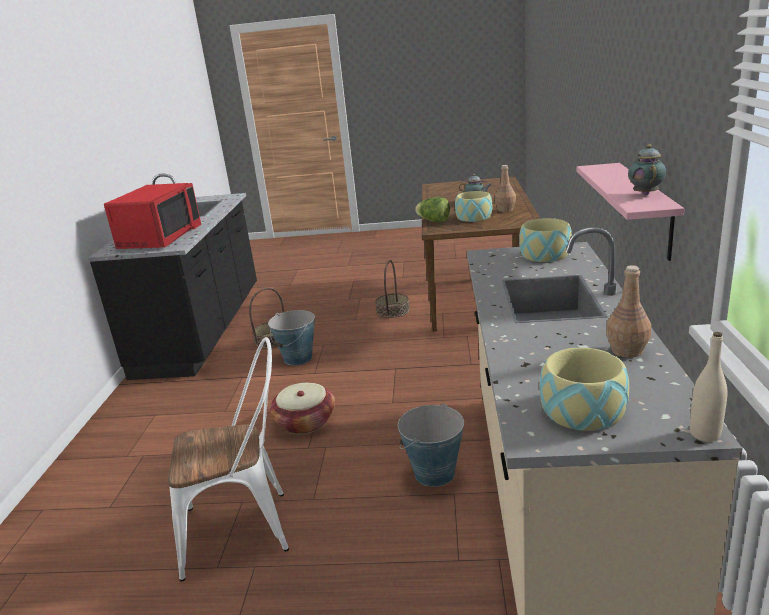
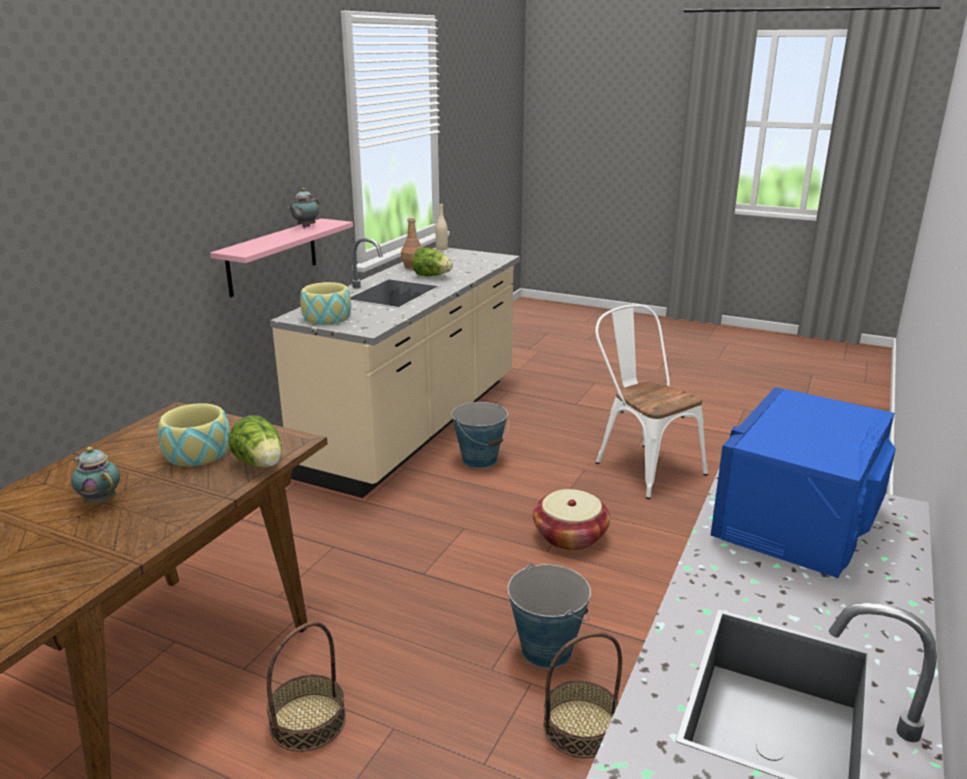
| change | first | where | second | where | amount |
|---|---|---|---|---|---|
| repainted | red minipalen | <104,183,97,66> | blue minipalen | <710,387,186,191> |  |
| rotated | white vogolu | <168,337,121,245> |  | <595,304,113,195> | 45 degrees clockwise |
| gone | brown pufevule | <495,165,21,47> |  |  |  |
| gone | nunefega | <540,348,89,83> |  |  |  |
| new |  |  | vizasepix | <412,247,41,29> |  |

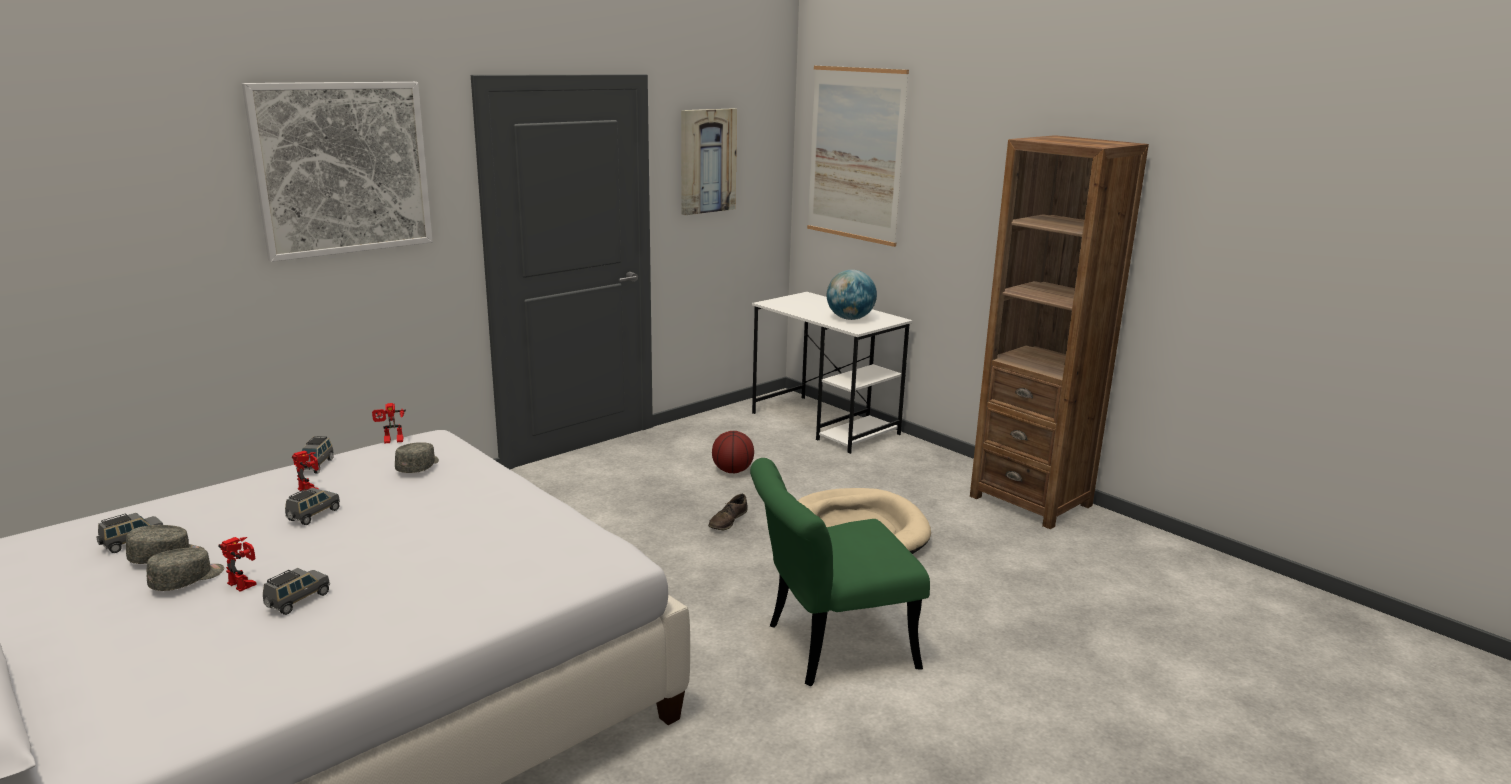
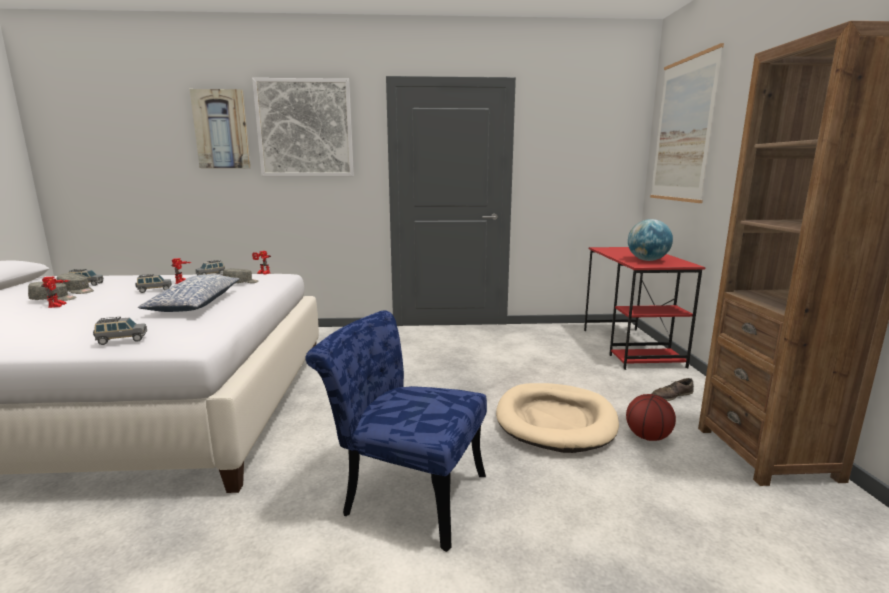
| change | first | where | second | where | amount |
|---|---|---|---|---|---|
| shifted | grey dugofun | <263,568,67,47> |  | <93,317,54,28> |  |
| shifted | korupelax | <681,108,56,107> |  | <190,89,61,79> |  |
| shifted | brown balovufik | <708,494,40,36> |  | <652,378,42,23> |  |
| shifted | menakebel | <712,431,42,42> |  | <626,394,50,47> |  |
| repainted | green vogolu | <750,458,180,228> | blue vogolu | <305,311,182,241> |  |
| repainted | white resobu | <752,292,161,162> | red resobu | <584,247,122,123> |  |
| new |  |  | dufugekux | <138,275,102,37> |  |

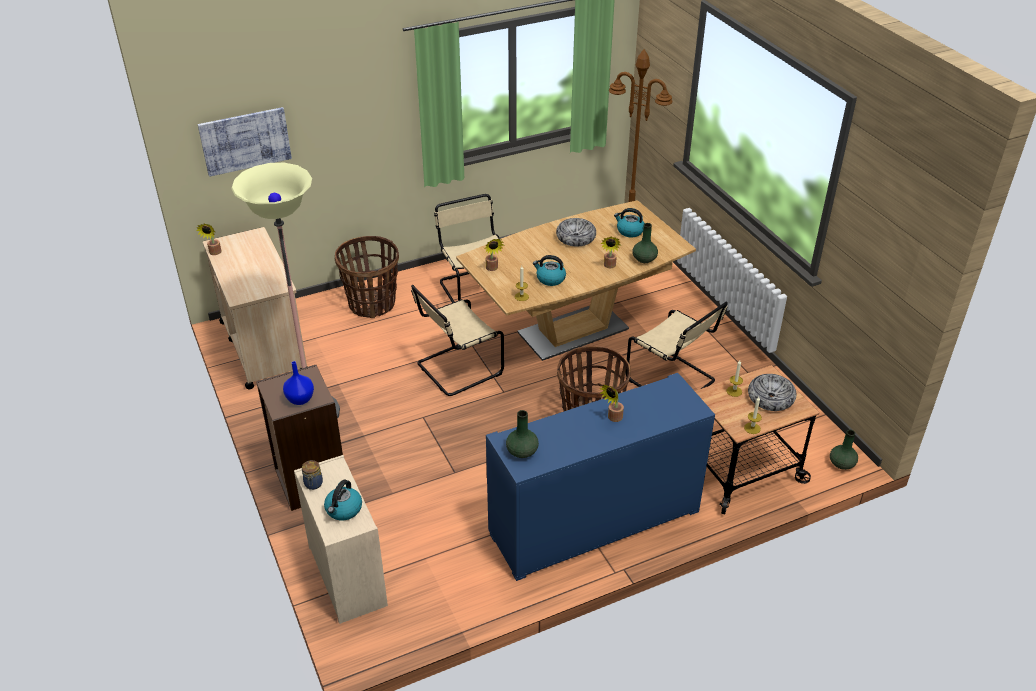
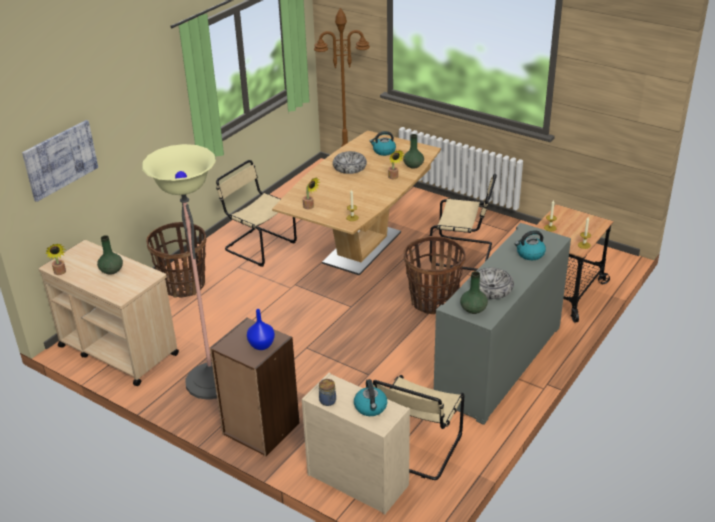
| change | first | where | second | where | amount |
|---|---|---|---|---|---|
| shifted | beige vogolu | <411,285,93,111> |  | <373,375,91,105> |  |
| repainted | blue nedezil | <486,373,229,208> | grey nedezil | <434,223,137,202> |  |
| shifted | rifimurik | <533,255,33,31> |  | <515,230,31,30> |  |
| gone | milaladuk | <600,384,24,38> |  |  |  |
| shifted | nunefega | <748,374,48,37> |  | <477,268,37,31> |  |
| shifted | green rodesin | <830,430,28,40> |  | <97,235,26,40> |  |

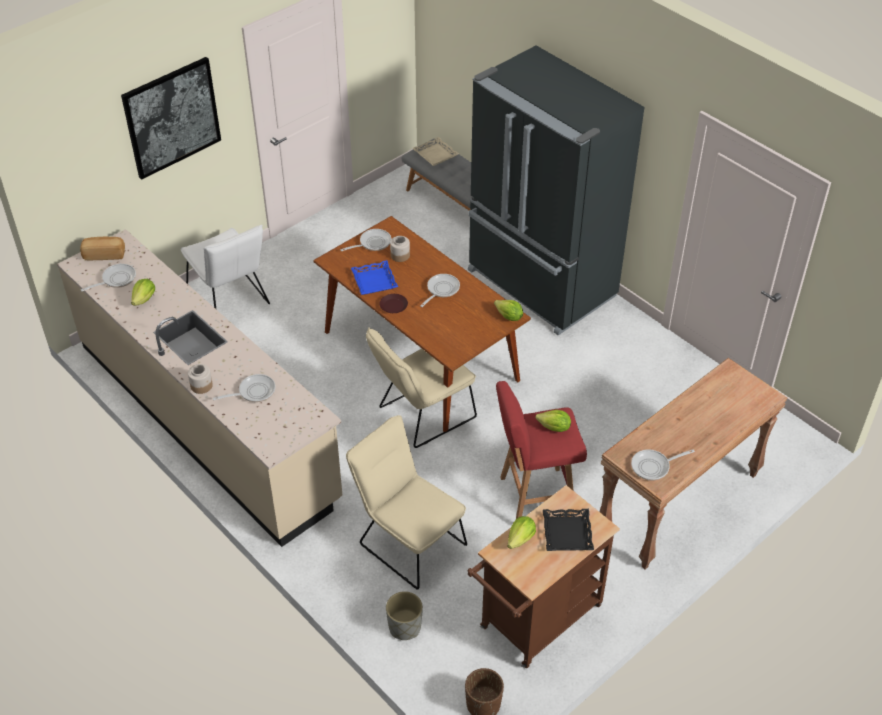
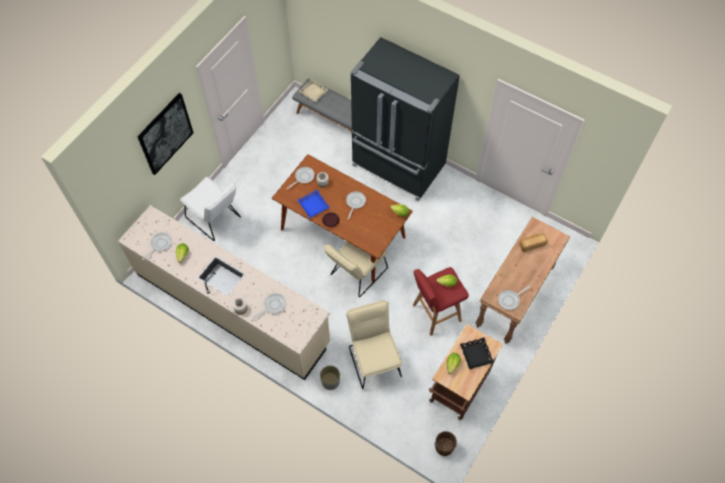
| change | first | where | second | where | amount |
|---|---|---|---|---|---|
| shifted | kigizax | <80,237,45,23> |  | <519,233,29,19> |  |
| rotated | beige vogolu | <346,415,121,175> |  | <346,300,56,89> | 45 degrees clockwise |
| shifted | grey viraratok | <386,591,37,49> |  | <320,366,20,24> |  |

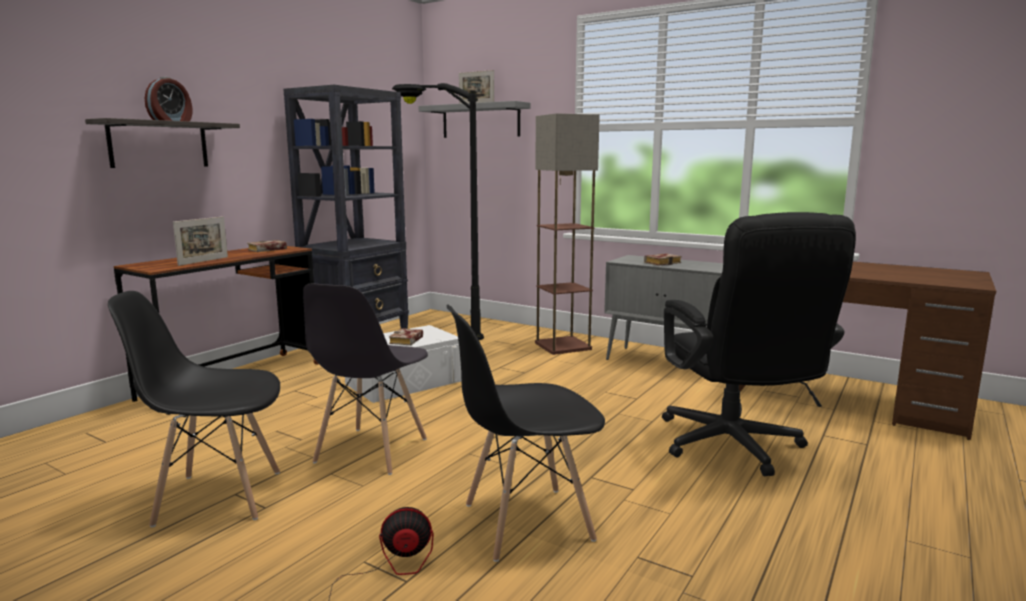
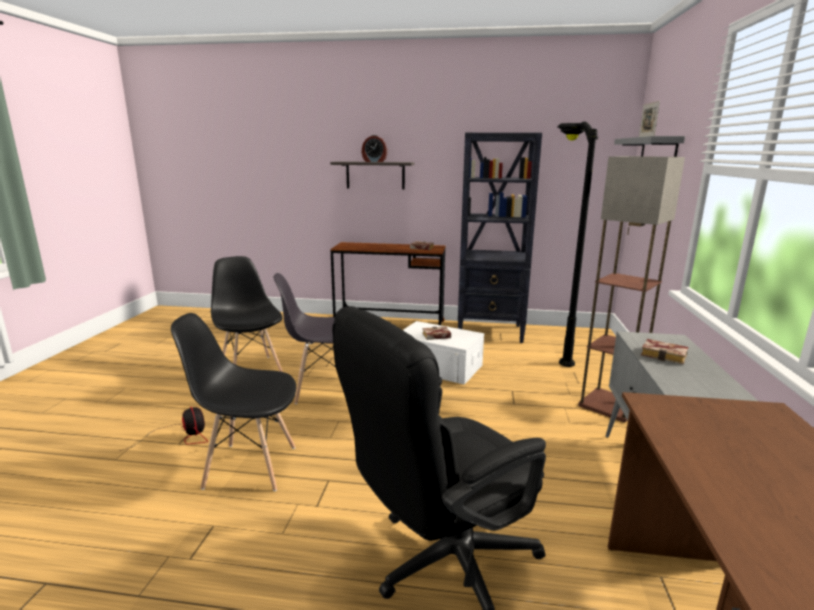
| change | first | where | second | where | amount |
|---|---|---|---|---|---|
| gone | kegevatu | <173,216,55,50> |  |  |  |
| rotated | black vogolu | <446,305,159,257> |  | <171,313,125,178> | 45 degrees counterclockwise |

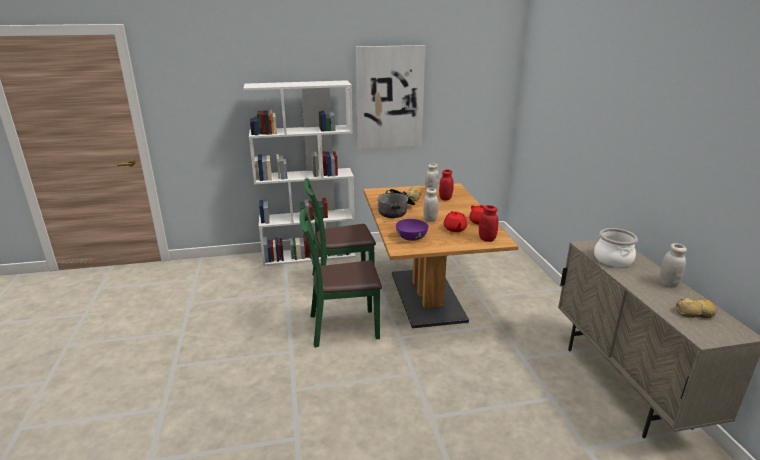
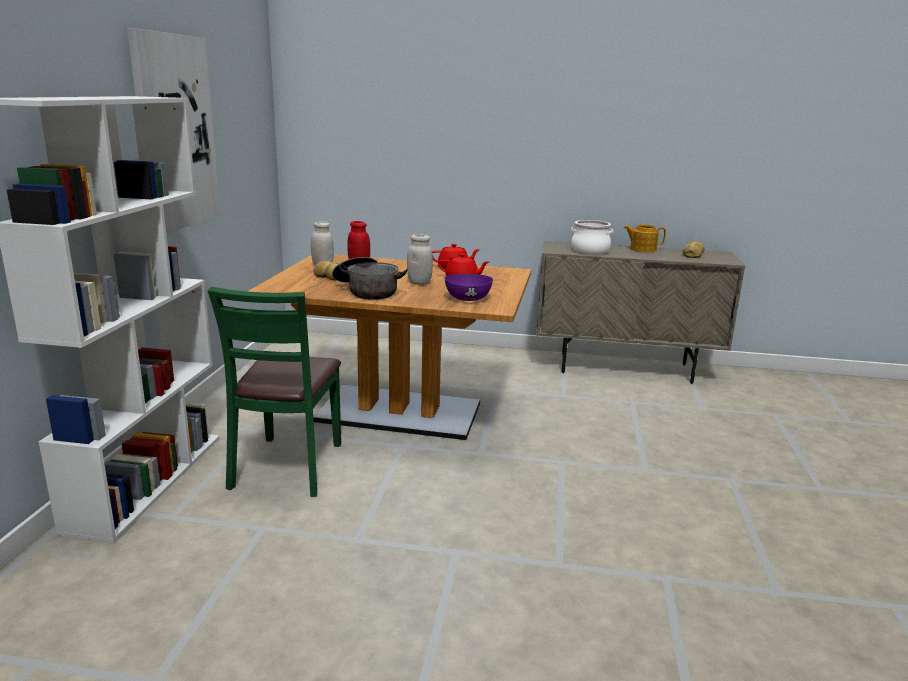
| change | first | where | second | where | amount |
|---|---|---|---|---|---|
| gone | green vogolu | <299,208,83,140> |  |  |  |
| gone | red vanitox | <479,205,19,37> |  |  |  |
| swapped | white vanitox | <660,243,27,44> | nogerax | <624,225,42,27> |  |

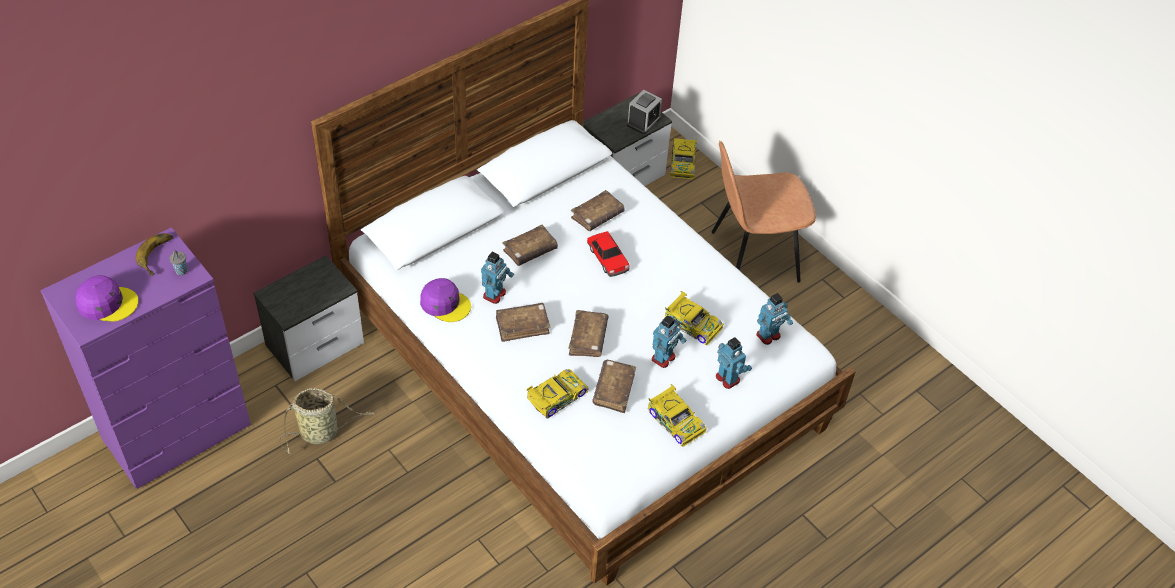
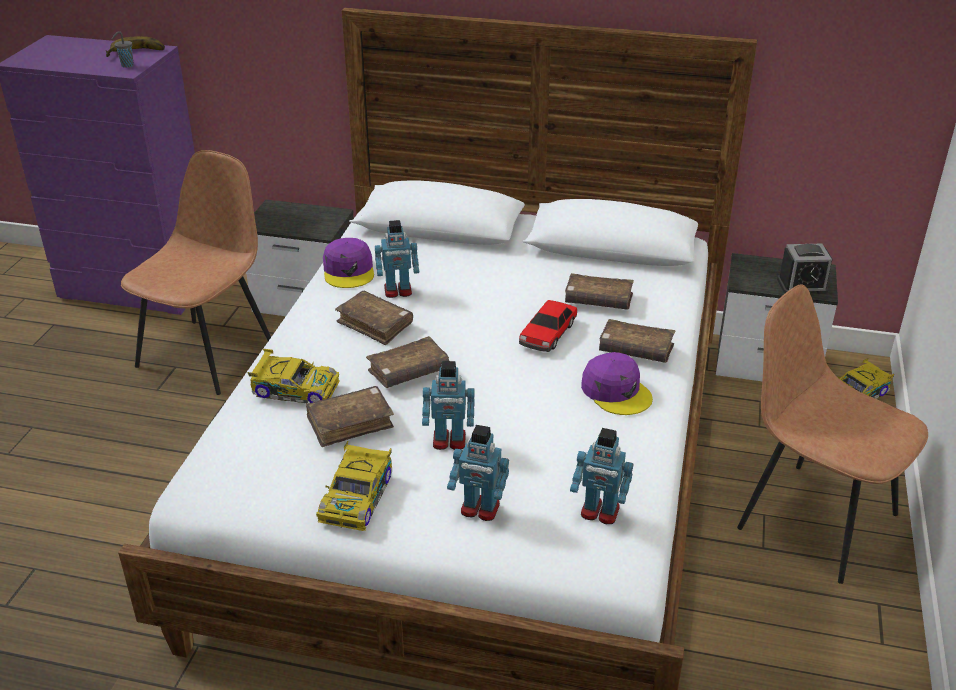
| change | first | where | second | where | amount |
|---|---|---|---|---|---|
| shifted | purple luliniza | <76,275,63,47> |  | <581,352,72,63> |  |
| swapped | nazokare | <280,388,95,66> | brown vogolu | <121,150,150,245> |  |
| shifted | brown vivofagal | <502,225,56,41> |  | <599,319,76,44> |  |
| gone | dugofun | <665,291,59,54> |  |  |  |
| rotated | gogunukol | <716,337,36,52> |  | <447,425,62,96> | 90 degrees clockwise |

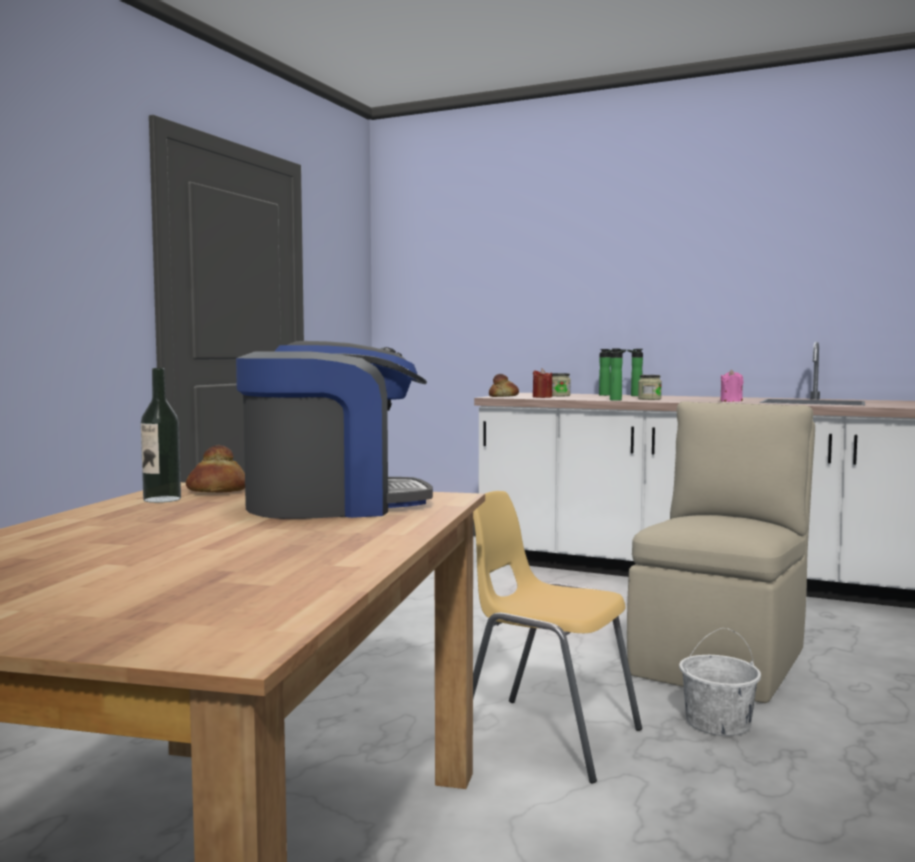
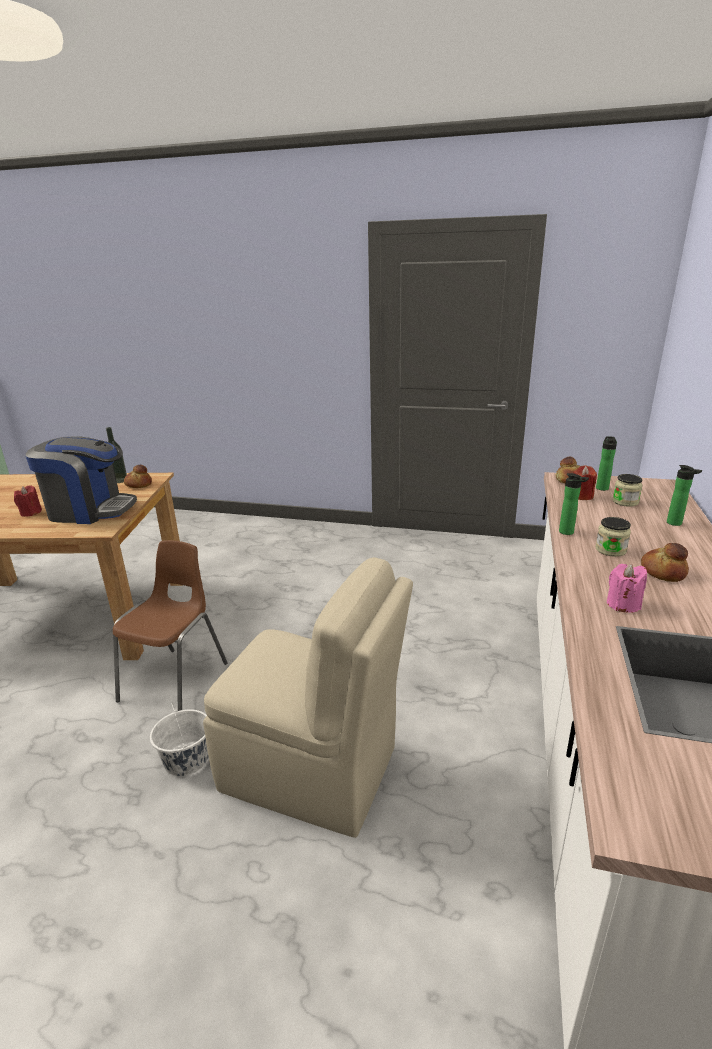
| change | first | where | second | where | amount |
|---|---|---|---|---|---|
| rotated | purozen | <236,341,197,178> |  | <26,437,111,87> | 60 degrees counterclockwise |
| repainted | yellow vogolu | <473,491,169,292> | brown vogolu | <113,540,115,171> |  |
| shifted | pufevule | <627,349,16,47> |  | <596,436,21,55> |  |
| new |  |  | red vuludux | <14,485,28,32> |  |
| new |  |  | kigizax | <641,543,48,39> |  |

